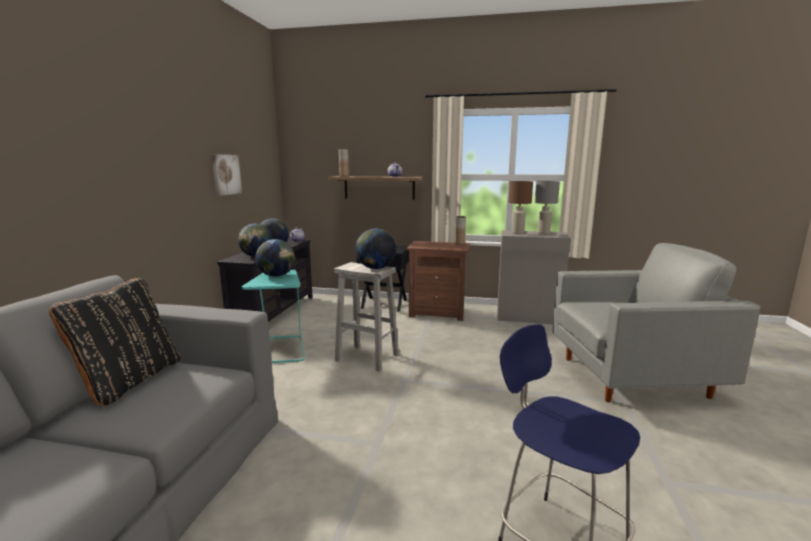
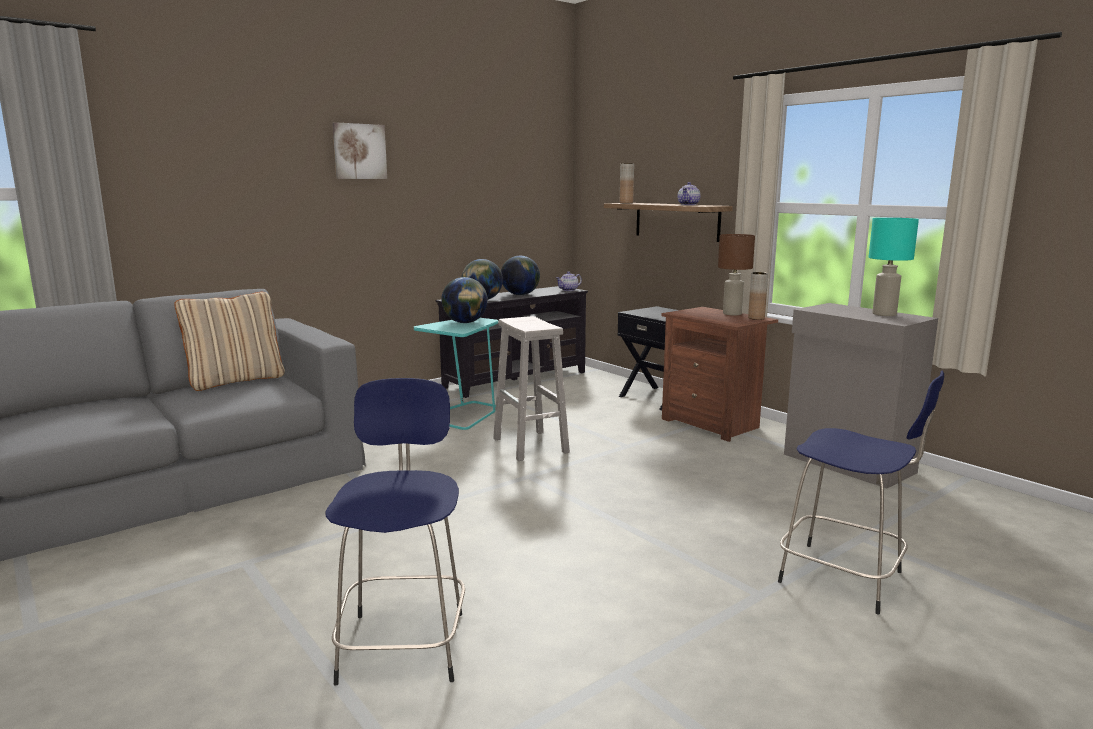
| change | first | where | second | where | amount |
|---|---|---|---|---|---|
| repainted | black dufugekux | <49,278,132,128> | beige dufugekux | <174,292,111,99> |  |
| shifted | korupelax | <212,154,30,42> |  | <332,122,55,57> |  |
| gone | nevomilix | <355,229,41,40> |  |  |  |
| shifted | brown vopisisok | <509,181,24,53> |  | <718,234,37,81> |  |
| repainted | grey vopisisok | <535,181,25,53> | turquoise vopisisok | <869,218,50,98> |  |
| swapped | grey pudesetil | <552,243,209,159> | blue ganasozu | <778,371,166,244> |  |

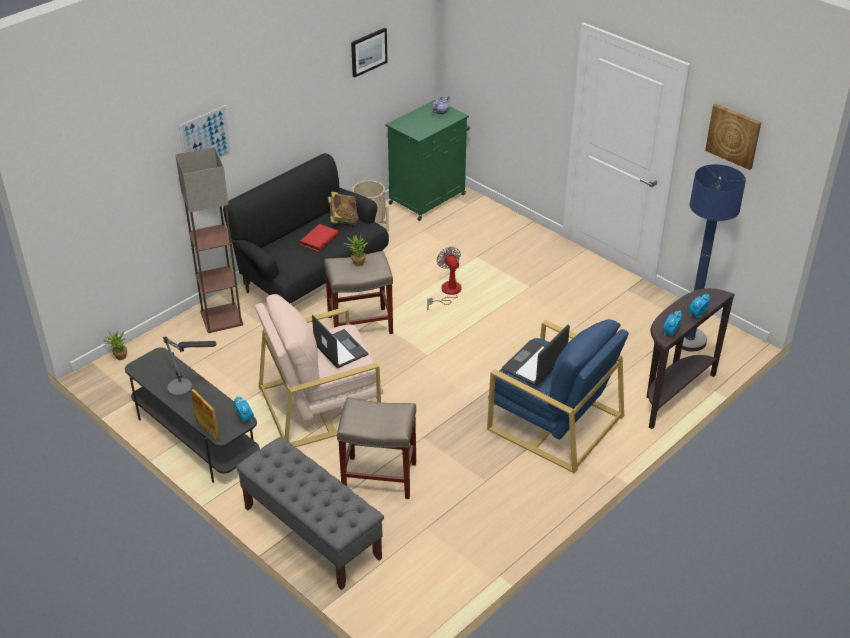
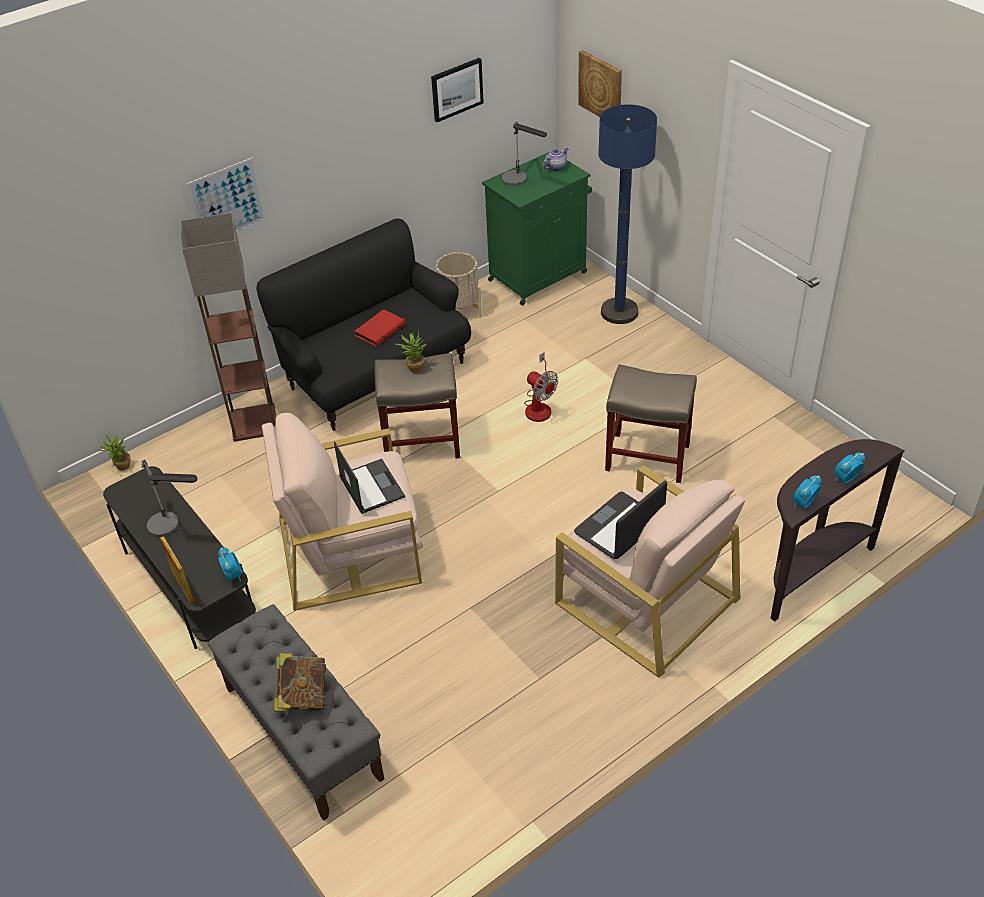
| change | first | where | second | where | amount |
|---|---|---|---|---|---|
| shifted | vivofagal | <328,192,31,33> |  | <274,653,52,59> |  |
| shifted | beige ganasozu | <337,397,79,102> |  | <605,364,92,119> |  |
| rotated | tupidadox | <427,247,35,63> |  | <524,352,34,70> | 150 degrees clockwise |
| repainted | blue pudesetil | <487,319,142,155> | beige pudesetil | <555,465,190,213> |  |
| shifted | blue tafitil | <682,164,64,187> |  | <598,104,59,220> |  |
| shifted | korupelax | <705,104,56,66> |  | <578,50,44,67> |  |
| new |  |  | vopisisok | <502,122,45,64> |  |

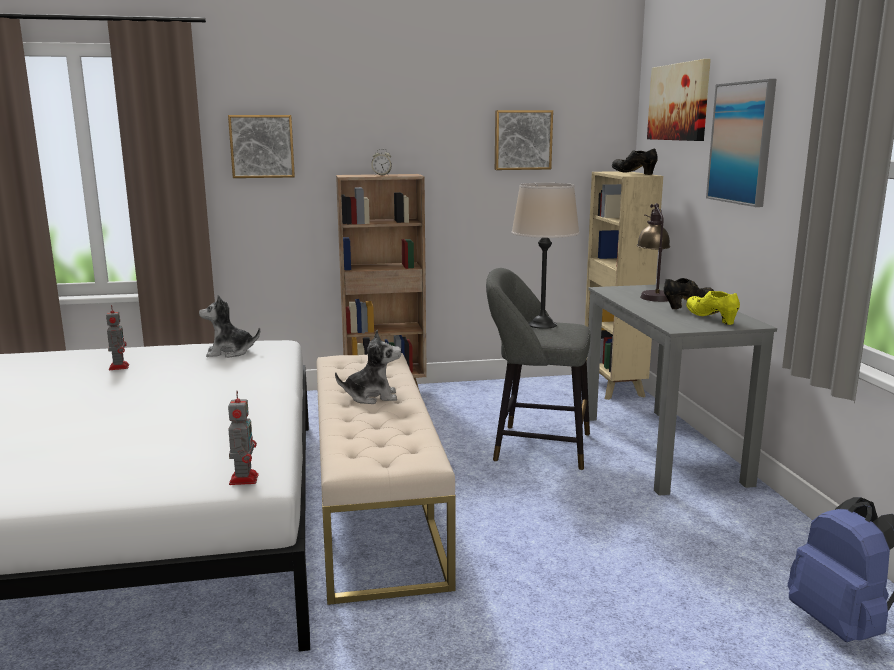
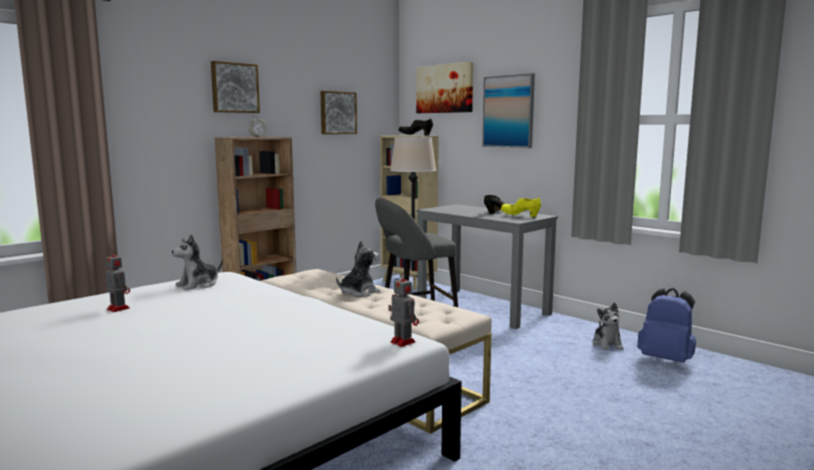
| change | first | where | second | where | amount |
|---|---|---|---|---|---|
| shifted | korupelax | <228,115,67,63> |  | <211,61,49,52> |  |
| gone | vopisisok | <637,203,33,99> |  |  |  |
| new |  |  | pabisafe | <592,302,32,48> |  |

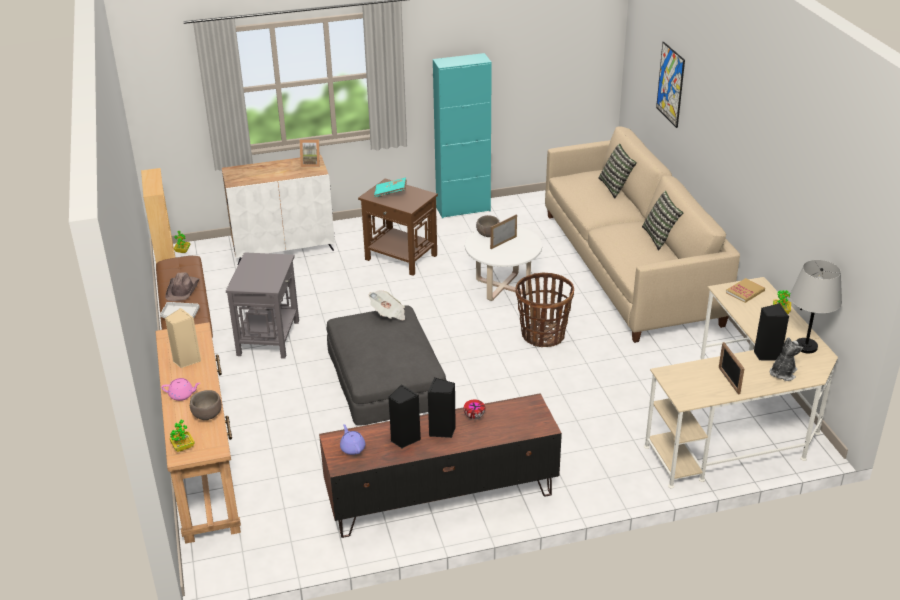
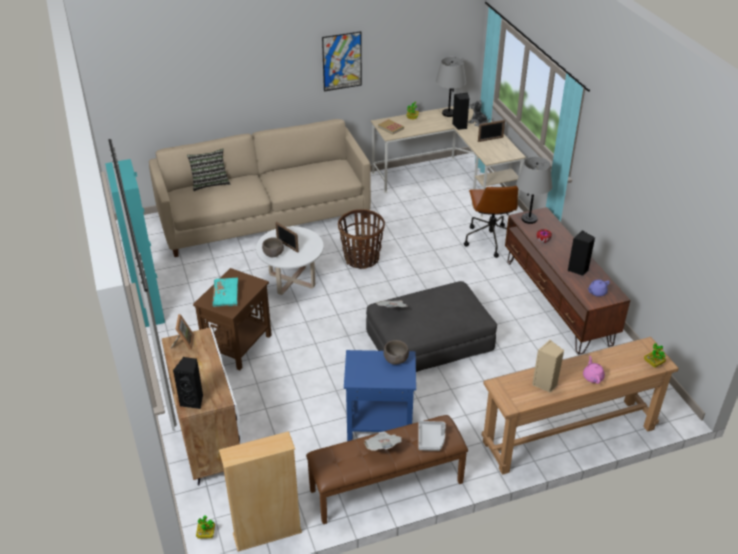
| change | first | where | second | where | amount |
|---|---|---|---|---|---|
| swapped | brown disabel | <165,272,35,29> | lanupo | <364,431,38,20> |  |
| shifted | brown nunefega | <190,390,32,30> |  | <384,340,25,25> |  |
| repainted | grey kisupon | <226,252,73,107> | blue kisupon | <344,350,72,91> |  |
| shifted | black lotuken | <428,377,28,61> |  | <173,357,30,52> |  |
| gone | dufugekux | <642,191,41,60> |  |  |  |
| shifted | korupelax | <656,42,29,86> |  | <322,31,40,60> |  |
| new |  |  | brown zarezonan | <464,186,54,72> |  |
| new |  |  | grey vopisisok | <516,157,36,67> |  |

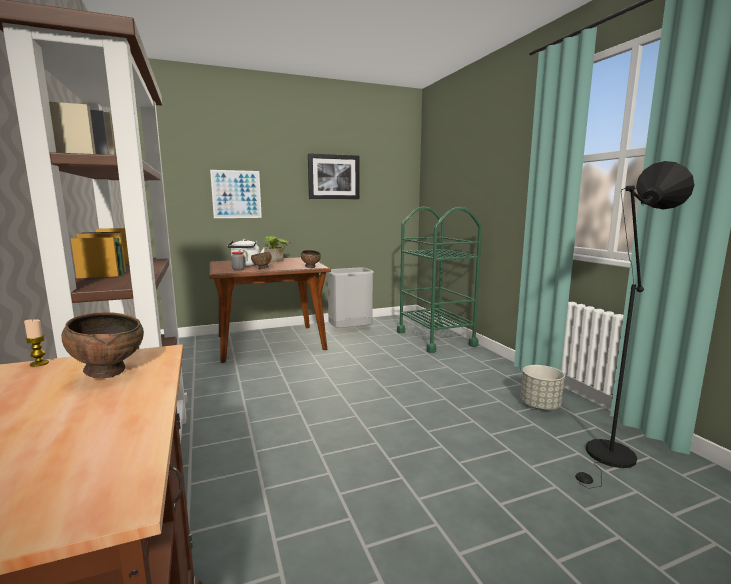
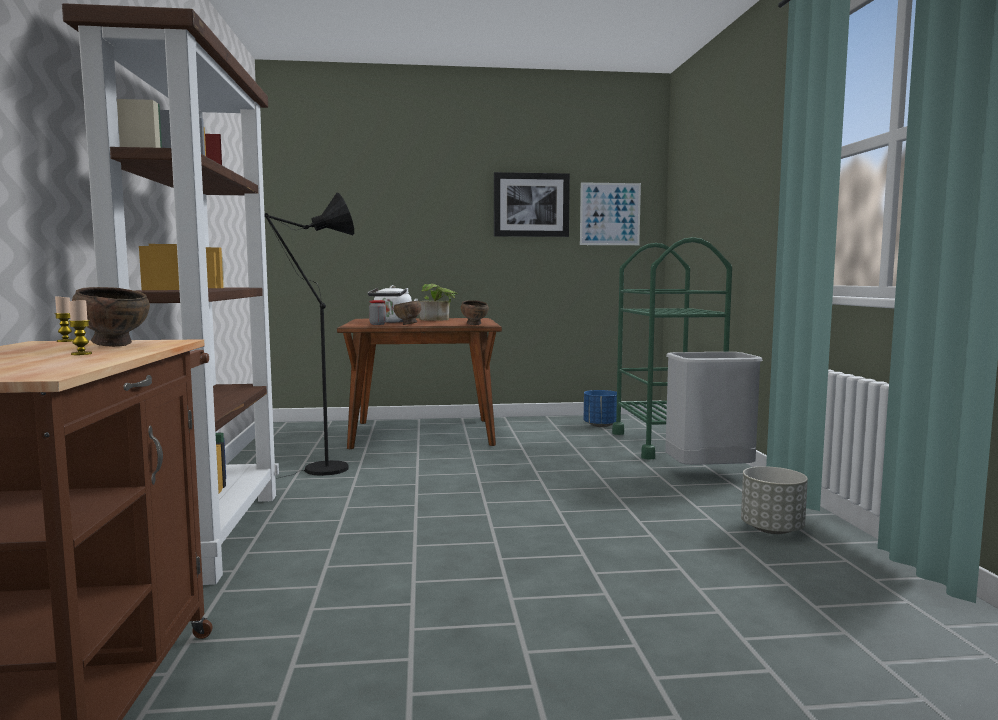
| change | first | where | second | where | amount |
|---|---|---|---|---|---|
| shifted | korupelax | <210,170,52,48> |  | <580,182,61,63> |  |
| shifted | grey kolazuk | <328,267,46,61> |  | <665,352,98,113> |  |
| shifted | black tafitil | <575,161,119,327> |  | <265,193,89,286> |  |
| new |  |  | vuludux | <68,299,24,56> |  |
| new |  |  | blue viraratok | <584,390,33,37> |  |

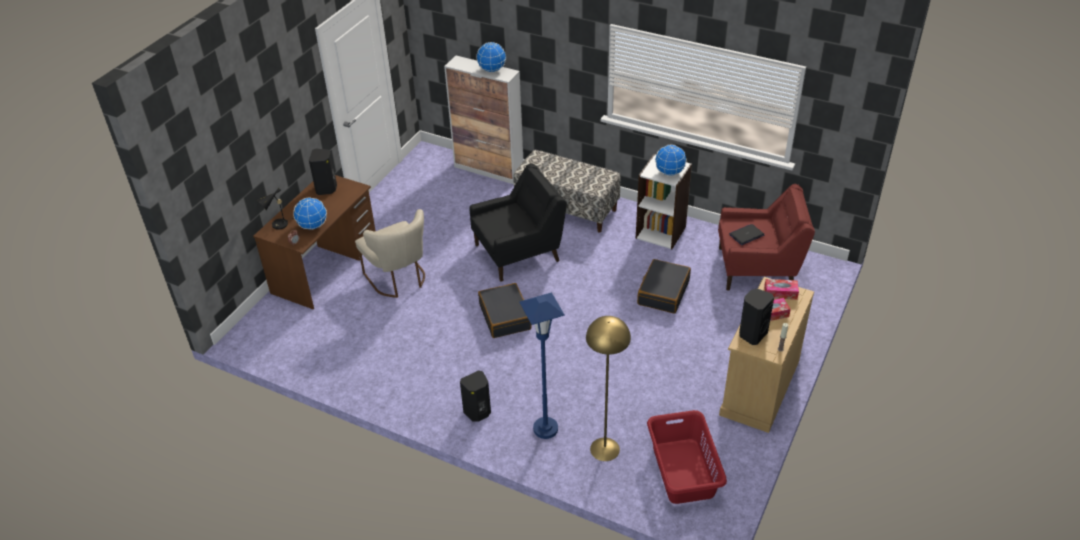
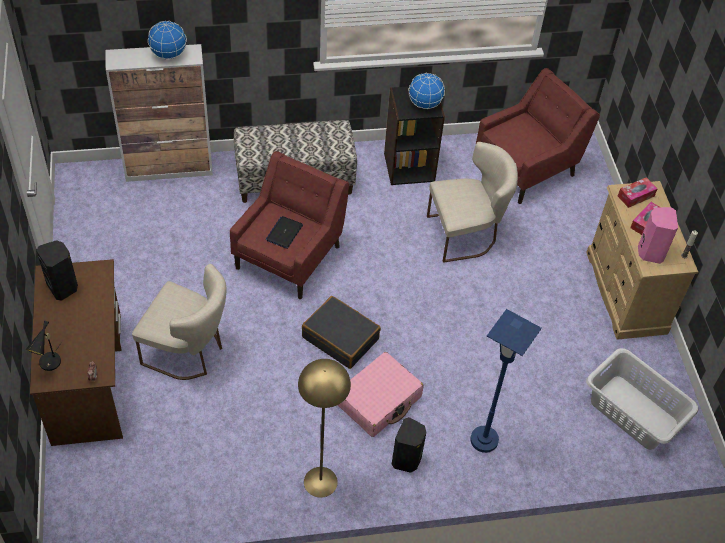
| change | first | where | second | where | amount |
|---|---|---|---|---|---|
| gone | nevomilix | <293,197,34,33> |  |  |  |
| repainted | black pudesetil | <470,163,97,119> | red pudesetil | <230,151,119,148> |  |
| shifted | yellow tafitil | <586,316,45,145> |  | <298,359,53,139> |  |
| repainted | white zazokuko | <636,154,56,95> | black zazokuko | <384,86,61,99> |  |
| swapped | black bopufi | <637,259,54,55> | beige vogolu | <427,142,91,121> |  |
| repainted | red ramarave | <647,410,80,94> | grey ramarave | <586,348,112,102> |  |
| shifted | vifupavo | <729,224,35,21> |  | <266,216,37,33> |  |
| repainted | black lotuken | <739,289,35,56> | pink lotuken | <638,207,40,57> |  |
| new |  |  | pink bopufi | <338,352,85,85> |  |

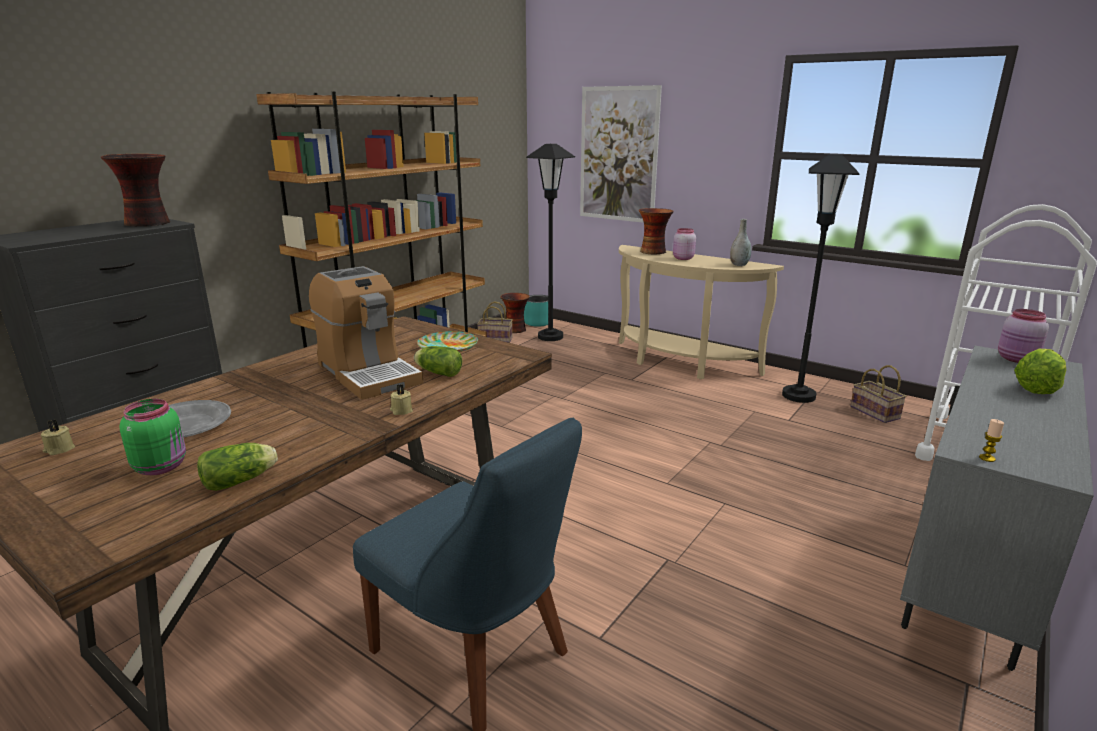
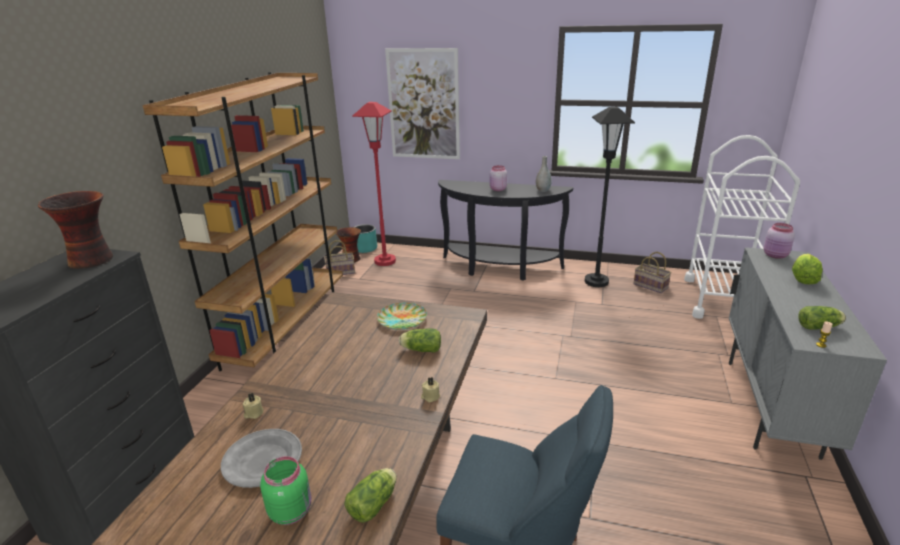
| change | first | where | second | where | amount |
|---|---|---|---|---|---|
| shifted | beige vuludux | <41,420,34,35> |  | <243,393,20,26> |  |
| gone | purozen | <309,266,114,134> |  |  |  |
| repainted | black tafitil | <526,144,49,197> | red tafitil | <352,102,44,164> |  |
| repainted | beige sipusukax | <619,245,165,135> | black sipusukax | <438,180,135,101> |  |
| gone | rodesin | <639,208,35,46> |  |  |  |
| new |  |  | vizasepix | <798,306,48,24> |  |

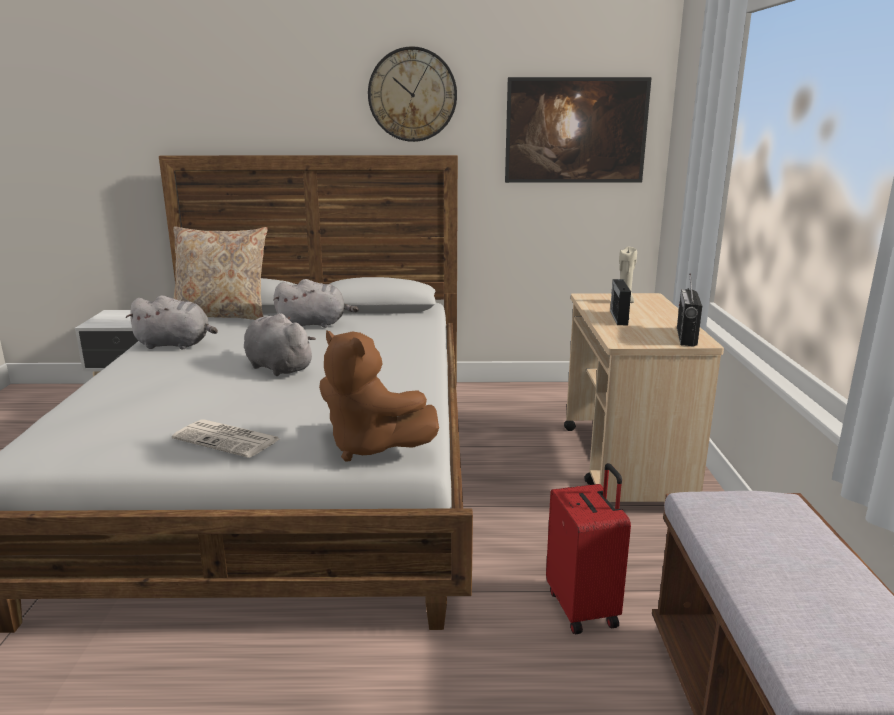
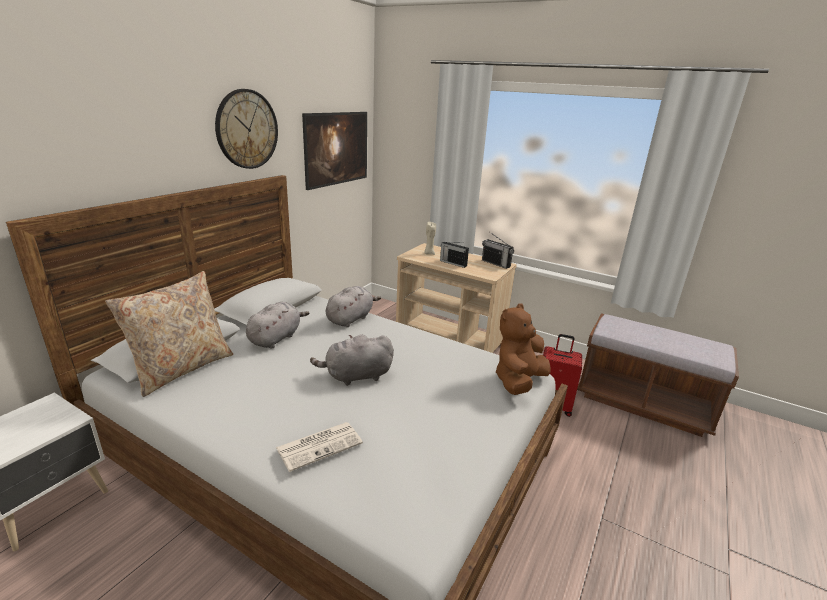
| change | first | where | second | where | amount |
|---|---|---|---|---|---|
| shifted | grey pabisafe | <125,295,93,54> |  | <326,286,55,41> |  |
| shifted | lanupo | <172,419,108,39> |  | <276,422,87,50> |  |
| rotated | brown pabisafe | <319,330,120,132> |  | <496,303,55,92> | 150 degrees clockwise |

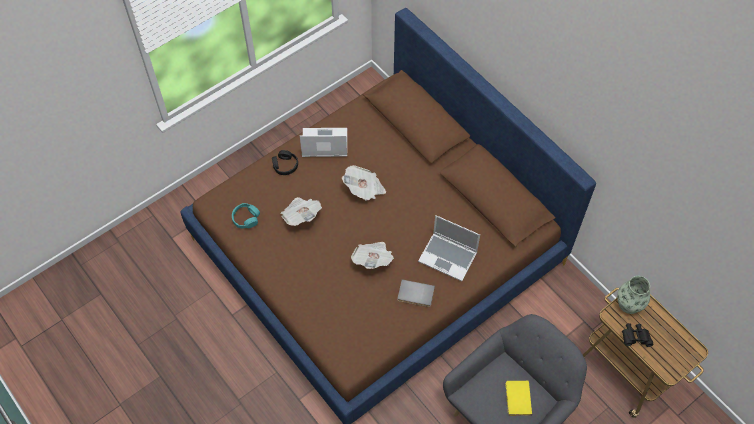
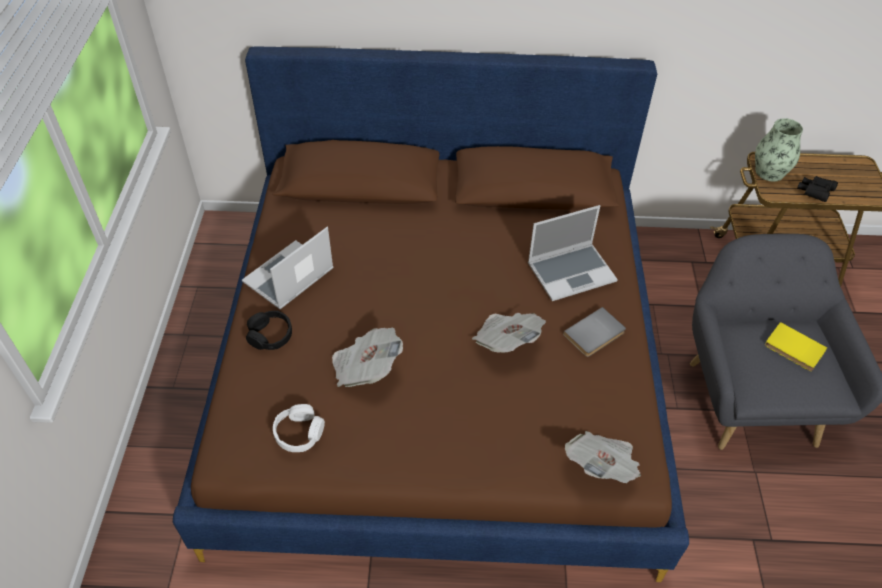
| change | first | where | second | where | amount |
|---|---|---|---|---|---|
| repainted | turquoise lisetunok | <232,203,28,25> | white lisetunok | <273,404,52,48> |  |
| shifted | lanupo | <342,165,44,36> |  | <565,431,76,52> |  |

